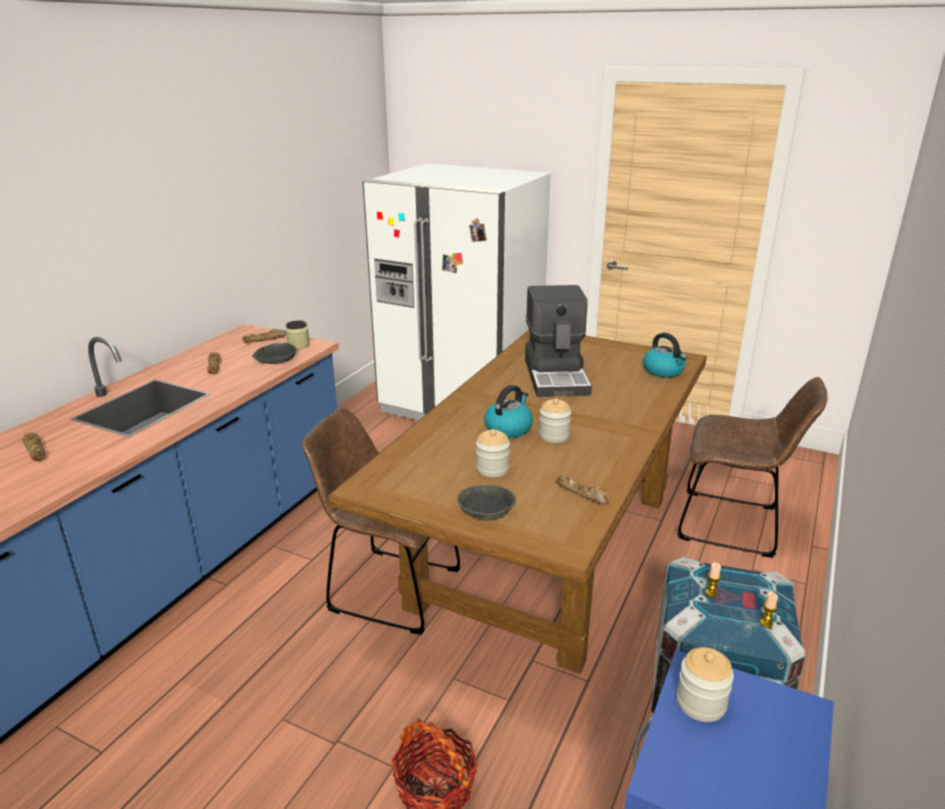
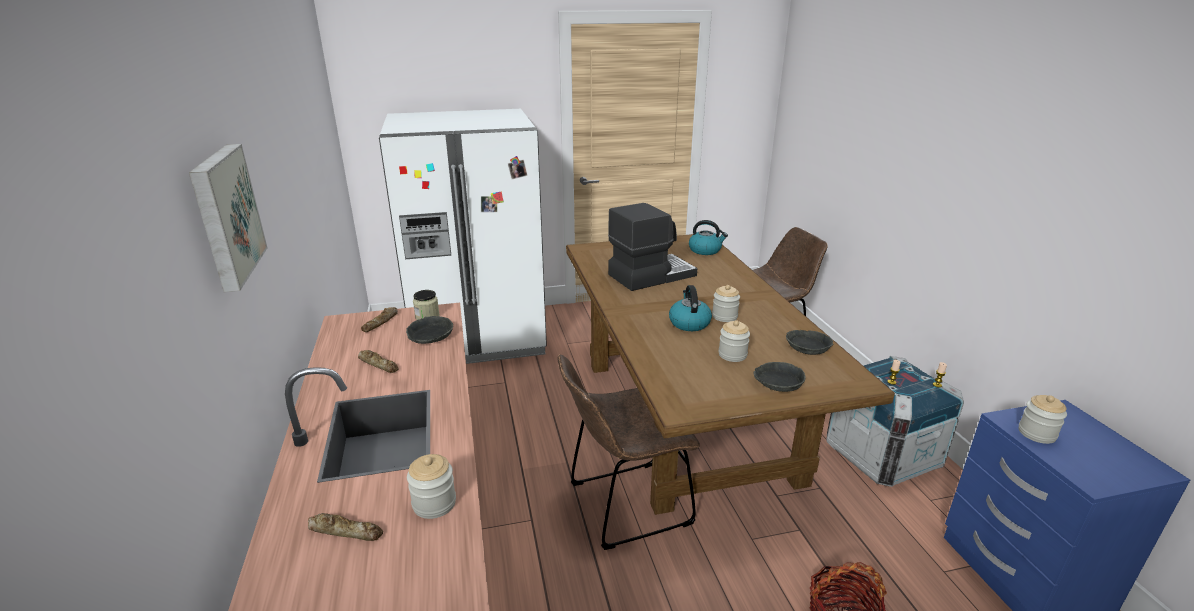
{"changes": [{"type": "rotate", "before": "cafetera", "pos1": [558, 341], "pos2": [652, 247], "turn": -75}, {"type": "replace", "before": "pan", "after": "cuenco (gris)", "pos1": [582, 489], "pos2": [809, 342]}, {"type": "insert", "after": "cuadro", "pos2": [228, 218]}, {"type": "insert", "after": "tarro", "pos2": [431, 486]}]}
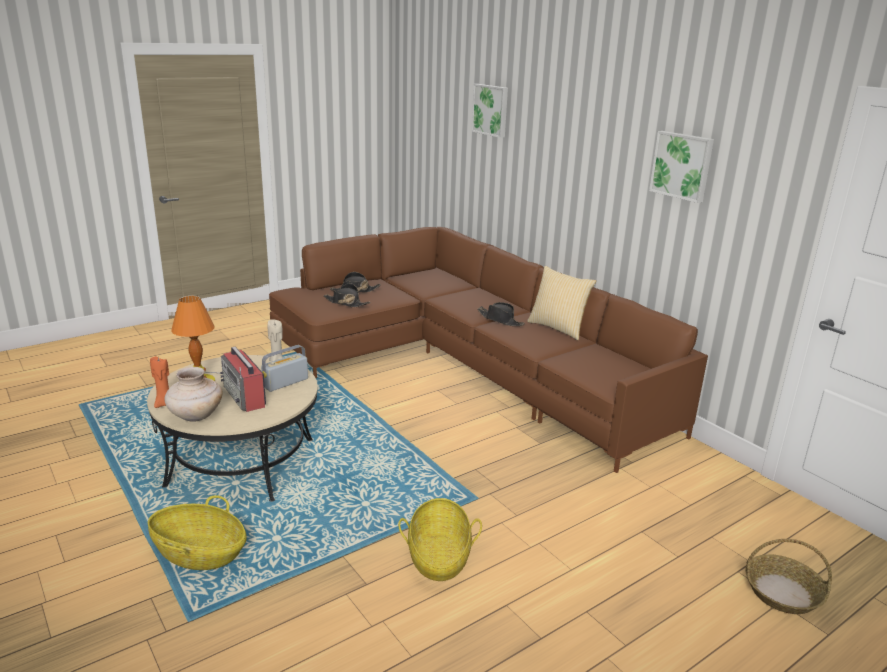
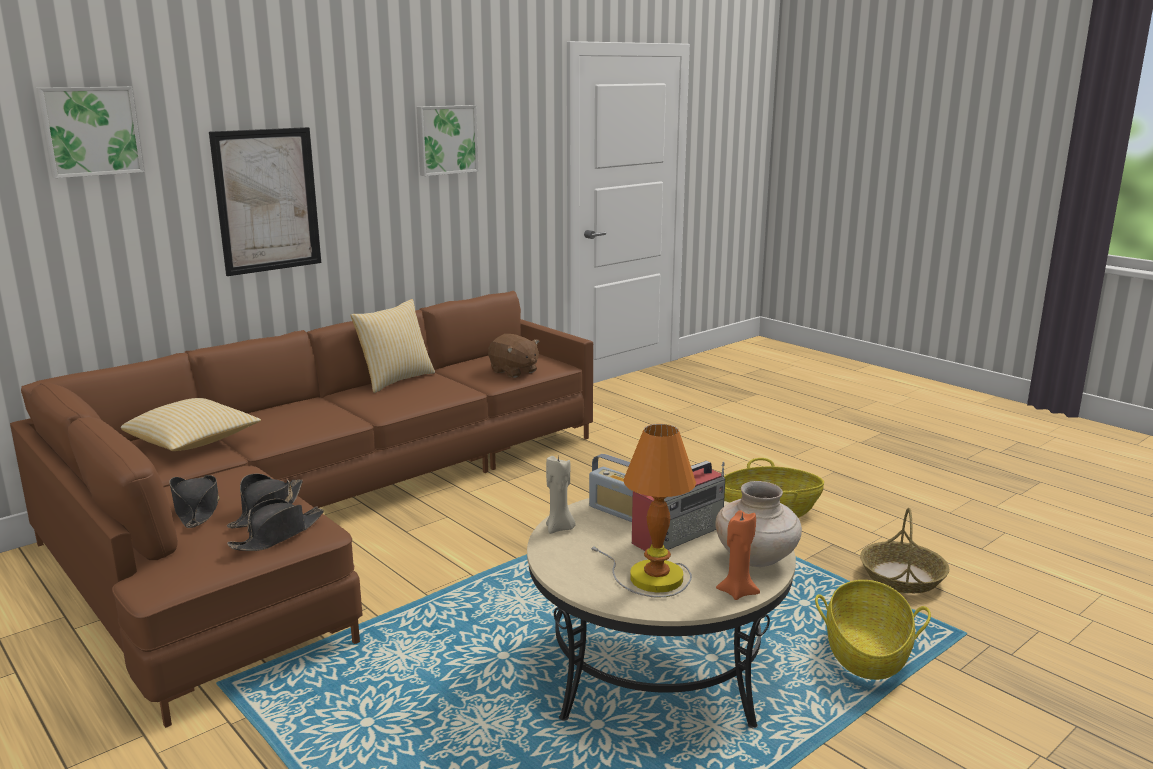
{"changes": [{"type": "move", "before": "sombrero (negro)", "pos1": [501, 314], "pos2": [275, 525]}, {"type": "move", "before": "cesta", "pos1": [788, 576], "pos2": [904, 550]}, {"type": "insert", "after": "cojín", "pos2": [191, 424]}, {"type": "insert", "after": "cuadro", "pos2": [265, 201]}, {"type": "insert", "after": "peluche (marrón)", "pos2": [513, 356]}]}
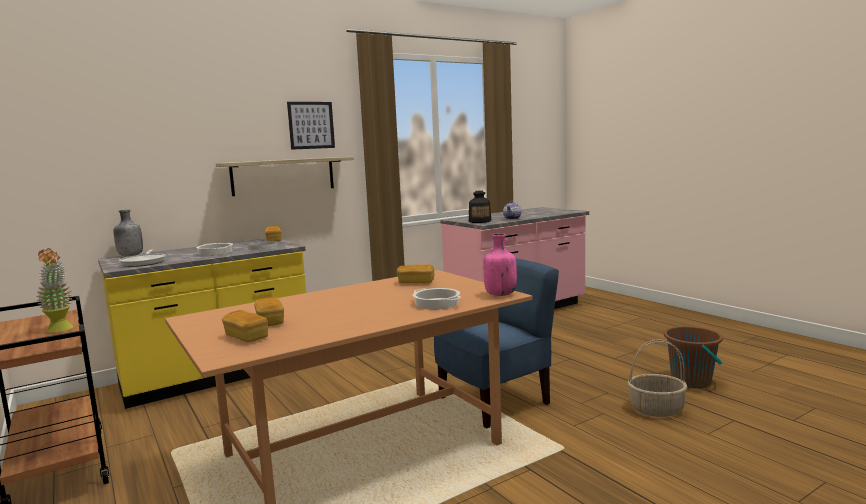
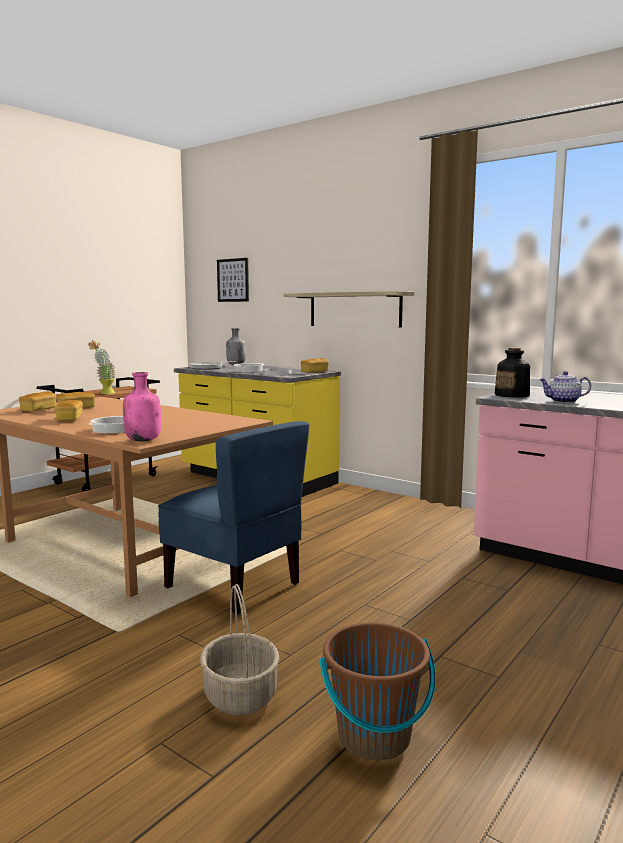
{"changes": [{"type": "move", "before": "cuadro", "pos1": [311, 126], "pos2": [233, 280]}, {"type": "move", "before": "pan", "pos1": [415, 273], "pos2": [69, 410]}]}
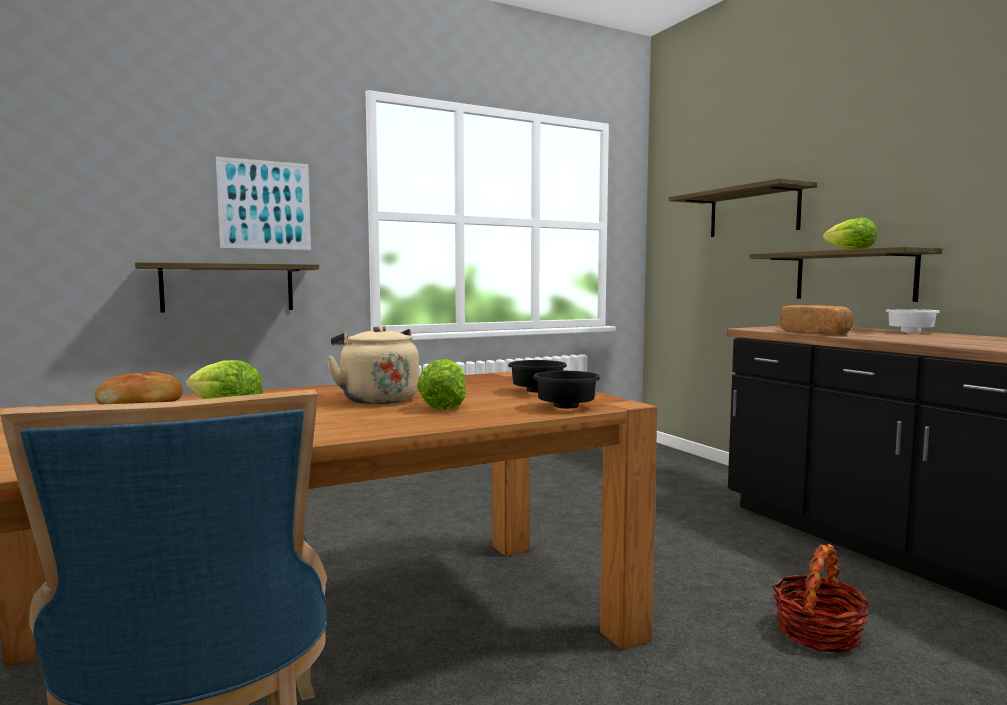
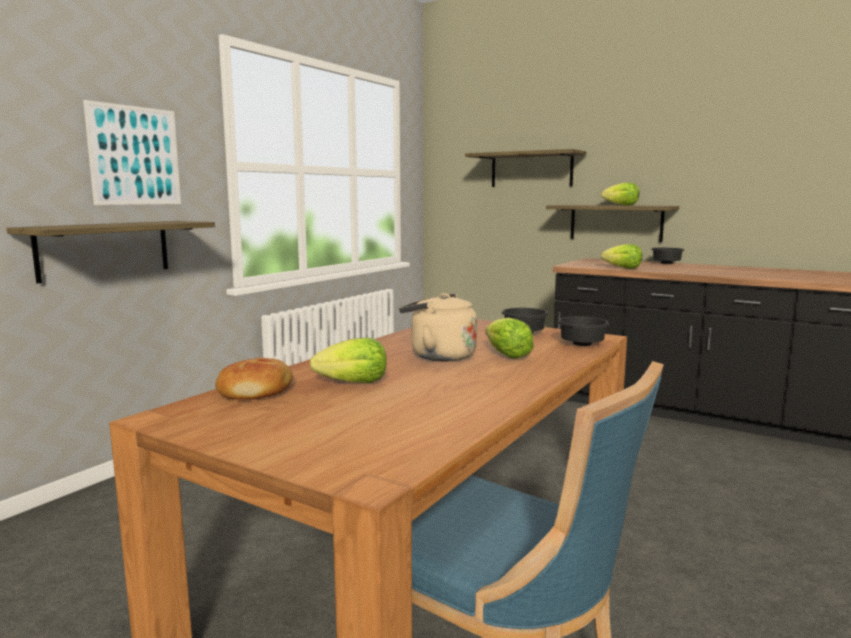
{"changes": [{"type": "delete", "before": "cesta", "pos1": [822, 598]}, {"type": "replace", "before": "pan", "after": "lechuga", "pos1": [816, 320], "pos2": [621, 256]}, {"type": "recolor", "before": "cuenco (blanco)", "after": "cuenco (negro)", "pos1": [912, 321], "pos2": [668, 256]}]}
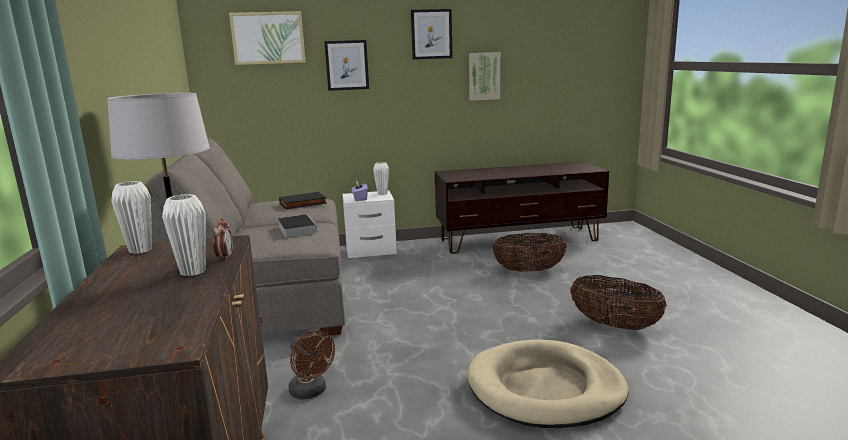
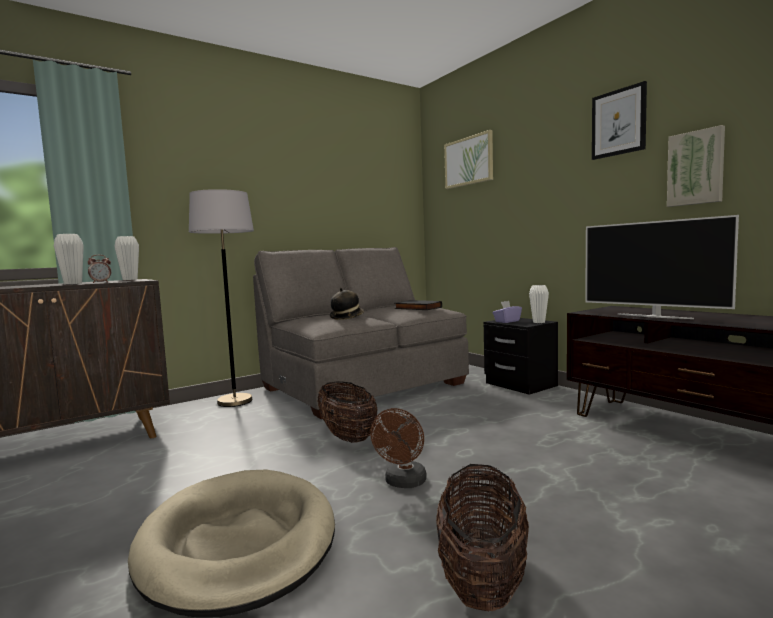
{"changes": [{"type": "replace", "before": "libro", "after": "sombrero", "pos1": [297, 225], "pos2": [347, 304]}, {"type": "move", "before": "ventilador (marrón)", "pos1": [311, 364], "pos2": [398, 448]}, {"type": "delete", "before": "cuadro", "pos1": [346, 65]}, {"type": "recolor", "before": "mesita de noche (blanco)", "after": "mesita de noche (negro)", "pos1": [370, 224], "pos2": [521, 356]}, {"type": "move", "before": "cesta", "pos1": [529, 252], "pos2": [347, 412]}, {"type": "insert", "after": "televisor", "pos2": [662, 267]}]}
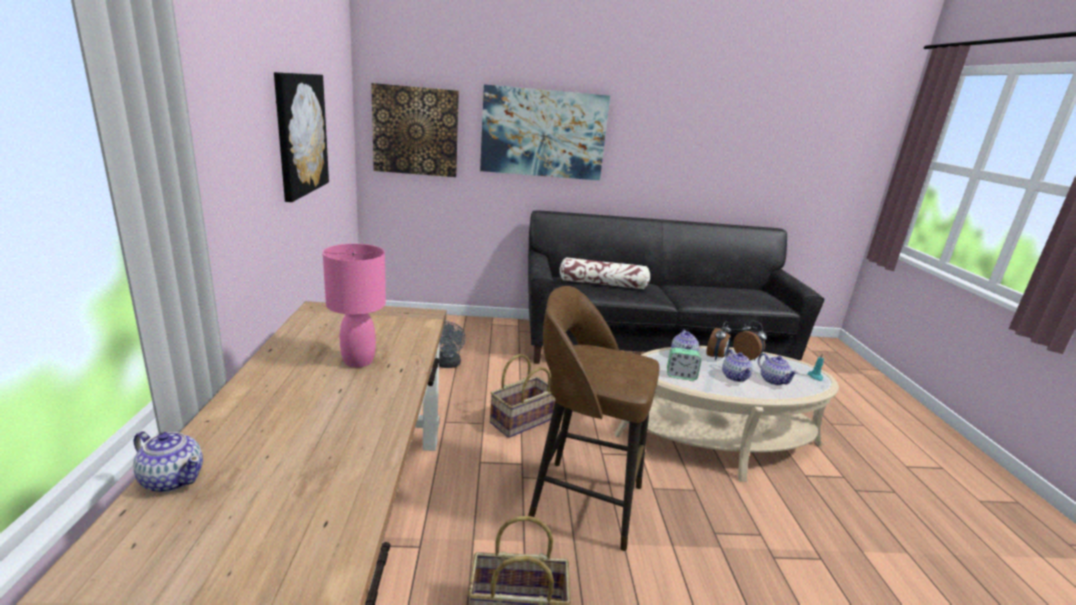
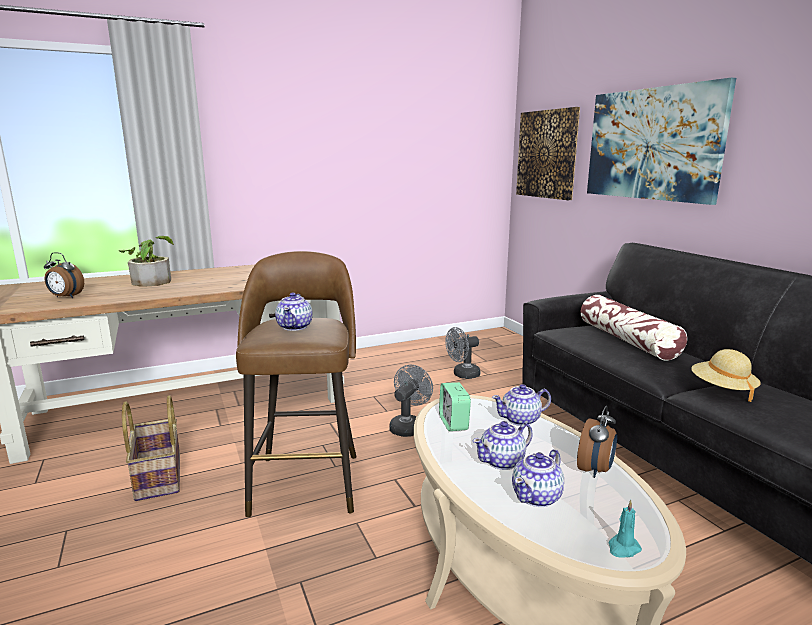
{"changes": [{"type": "move", "before": "tetera", "pos1": [168, 461], "pos2": [294, 312]}, {"type": "delete", "before": "cuadro", "pos1": [301, 137]}, {"type": "delete", "before": "lámpara de mesa (rosa)", "pos1": [354, 306]}, {"type": "replace", "before": "cesta", "after": "ventilador (gris)", "pos1": [522, 396], "pos2": [411, 401]}, {"type": "move", "before": "despertador", "pos1": [718, 340], "pos2": [64, 275]}, {"type": "insert", "after": "planta en maceta", "pos2": [146, 261]}, {"type": "insert", "after": "sombrero (beis)", "pos2": [726, 375]}]}
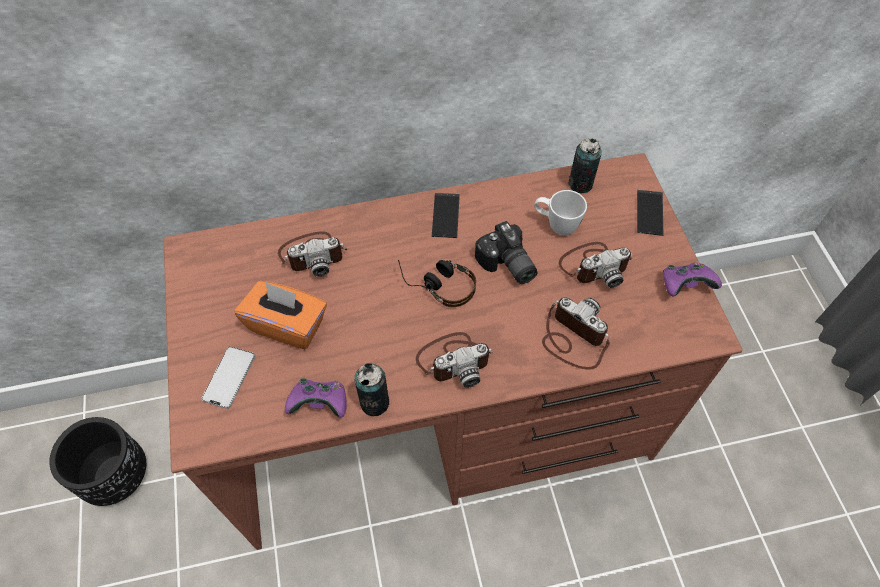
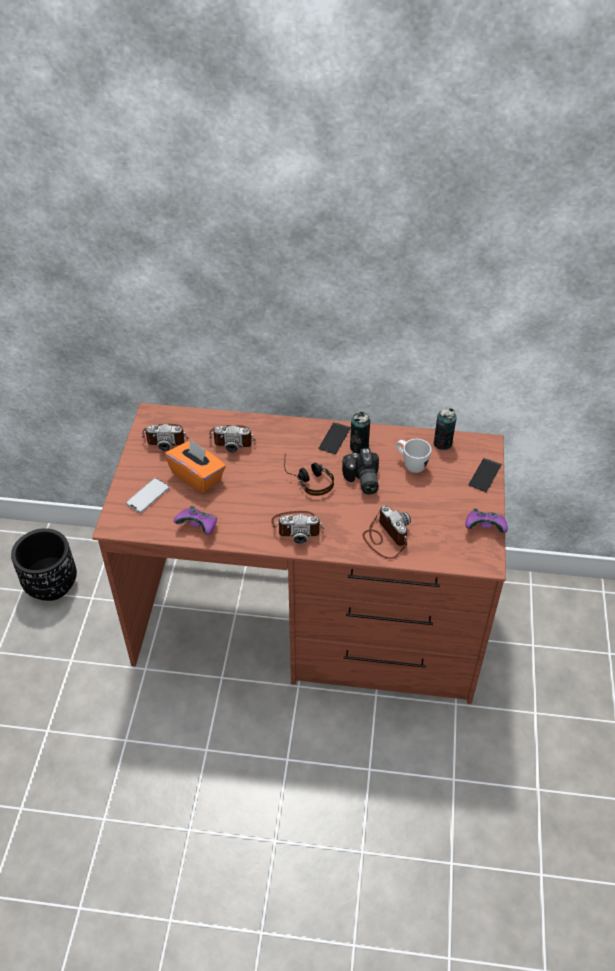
{"changes": [{"type": "move", "before": "lata", "pos1": [371, 389], "pos2": [360, 432]}, {"type": "move", "before": "cámara", "pos1": [596, 265], "pos2": [165, 437]}]}
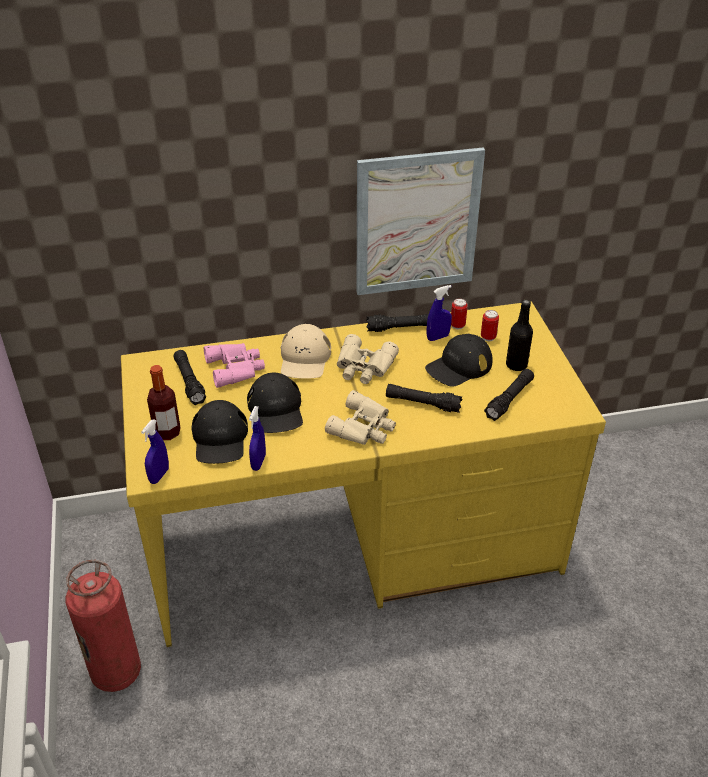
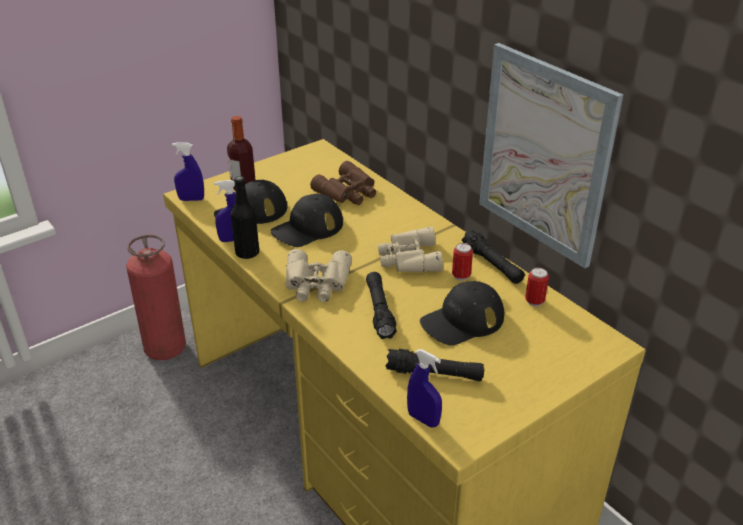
{"changes": [{"type": "delete", "before": "linterna (negro)", "pos1": [190, 377]}, {"type": "recolor", "before": "prismáticos (rosa)", "after": "prismáticos (marrón)", "pos1": [234, 365], "pos2": [343, 183]}, {"type": "delete", "before": "gorra (beis)", "pos1": [306, 351]}, {"type": "rotate", "before": "gorra (negro)", "pos1": [459, 360], "pos2": [462, 313], "turn": -60}, {"type": "move", "before": "pulverizador (azul)", "pos1": [439, 313], "pos2": [424, 388]}, {"type": "move", "before": "lata", "pos1": [490, 325], "pos2": [462, 262]}, {"type": "move", "before": "botella (negro)", "pos1": [519, 335], "pos2": [245, 217]}]}
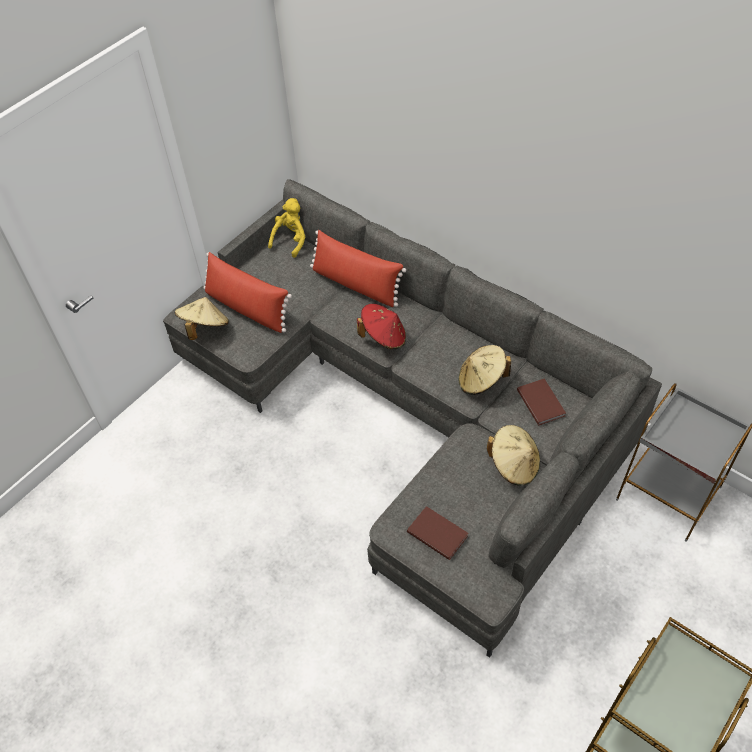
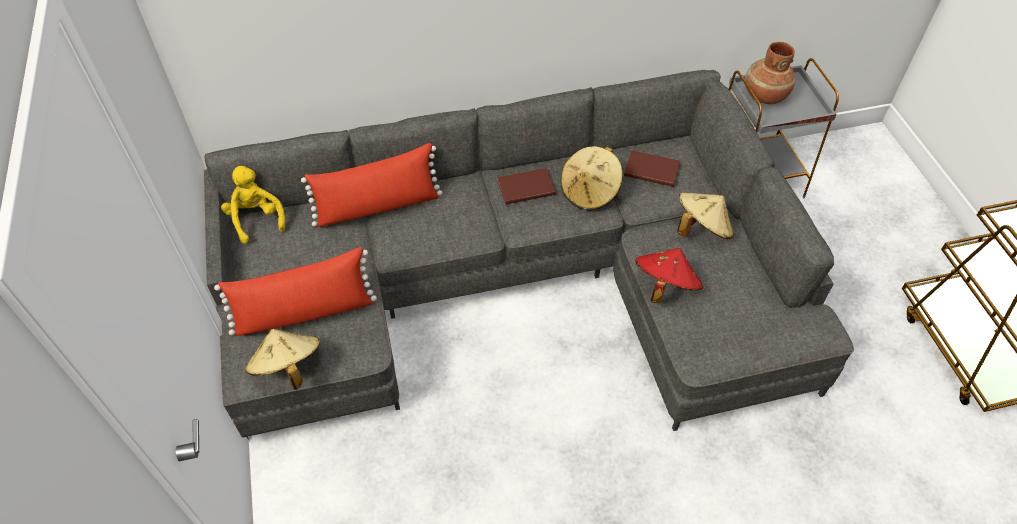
{"changes": [{"type": "move", "before": "sombrero (rojo)", "pos1": [381, 326], "pos2": [669, 275]}, {"type": "move", "before": "libro (marrón)", "pos1": [437, 533], "pos2": [526, 186]}, {"type": "insert", "after": "florero (marrón)", "pos2": [770, 73]}]}
